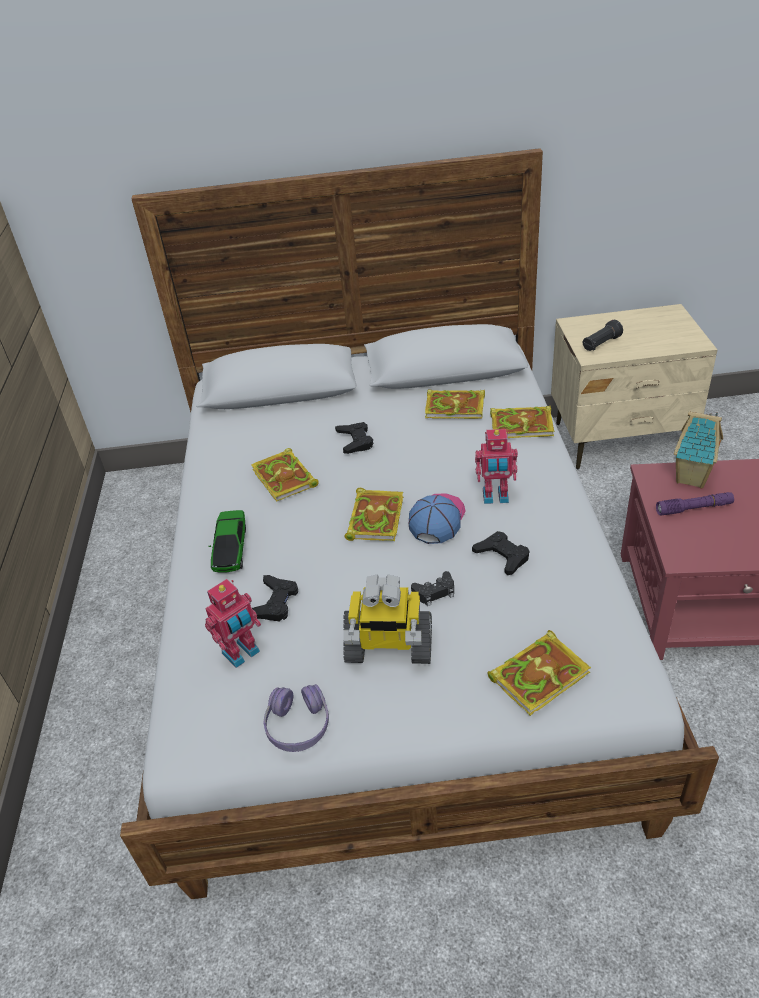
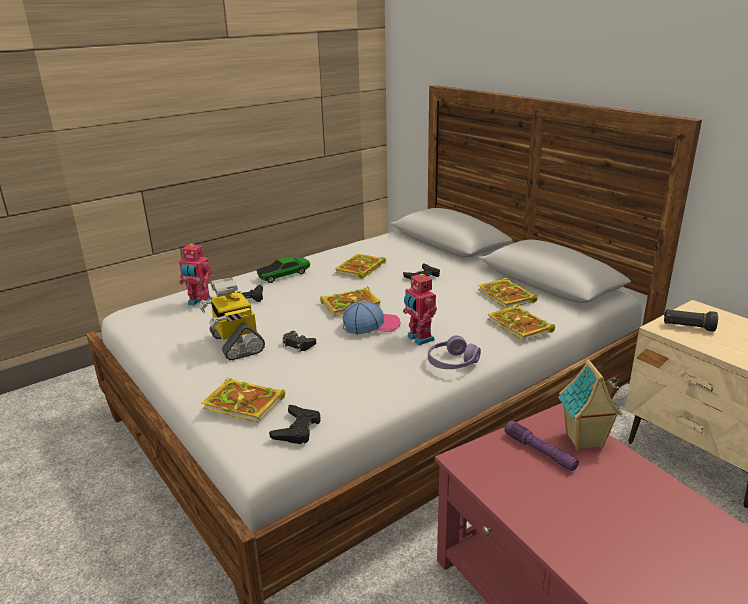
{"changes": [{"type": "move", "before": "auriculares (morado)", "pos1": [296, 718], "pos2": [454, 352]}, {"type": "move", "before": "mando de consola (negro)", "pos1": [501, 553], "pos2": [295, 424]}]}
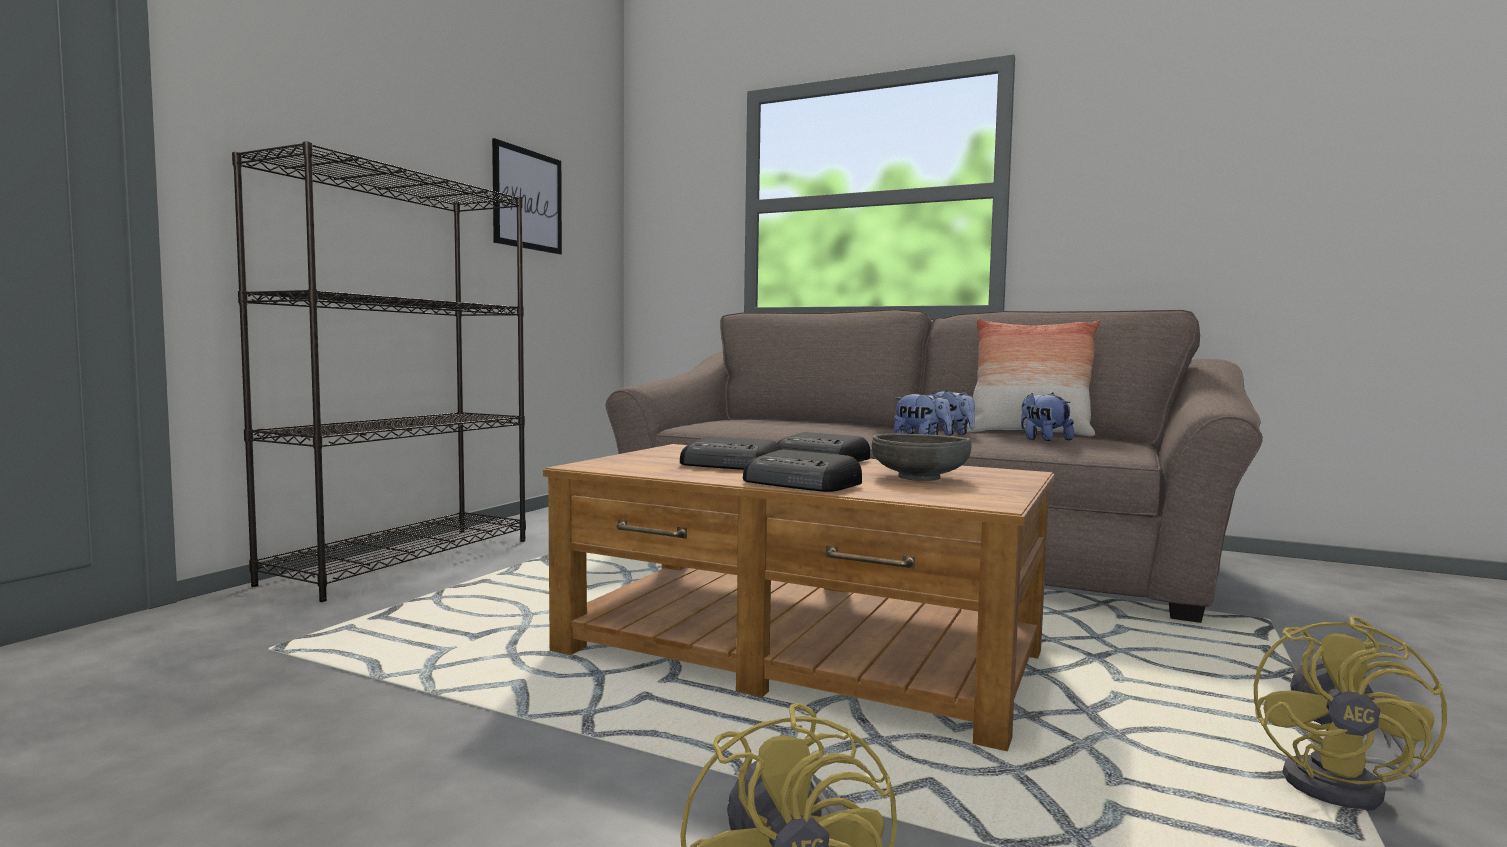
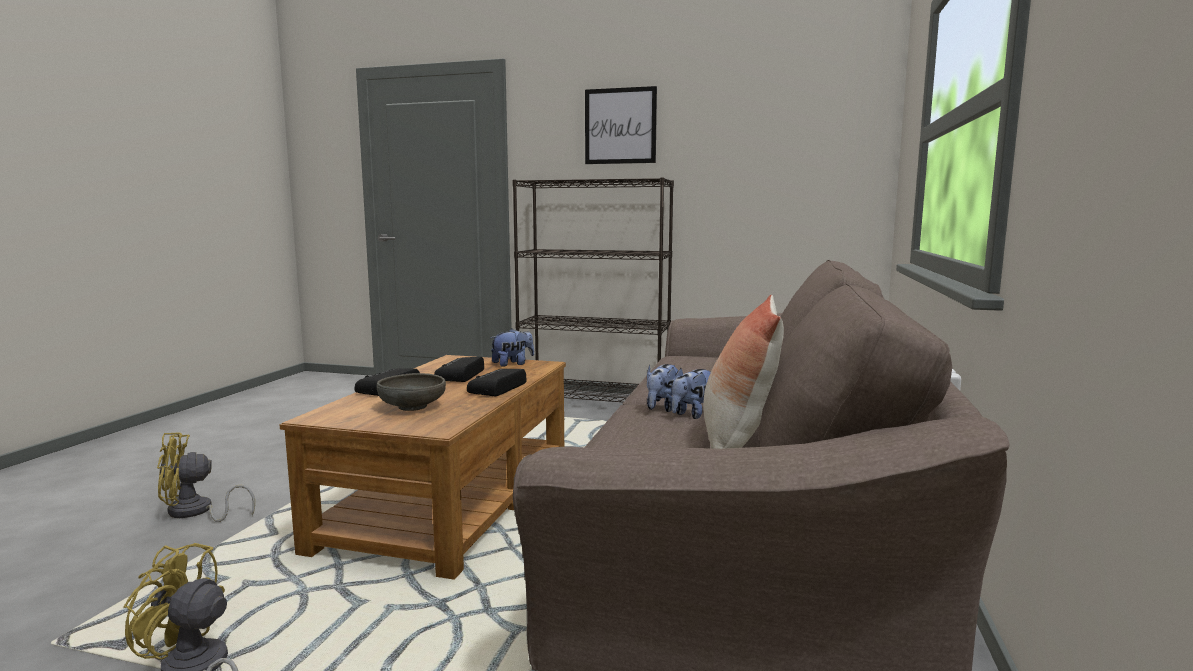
{"changes": [{"type": "move", "before": "cuadro", "pos1": [527, 196], "pos2": [621, 125]}, {"type": "move", "before": "peluche", "pos1": [1047, 417], "pos2": [512, 348]}]}
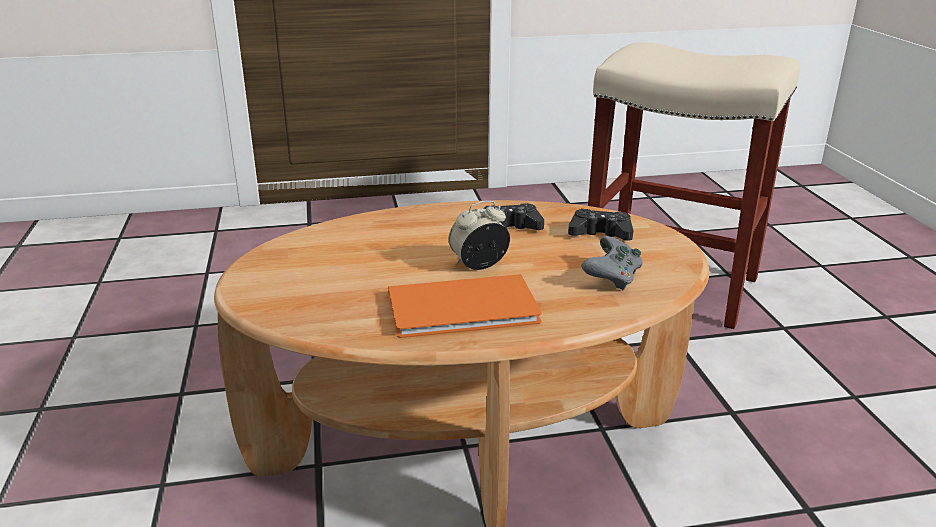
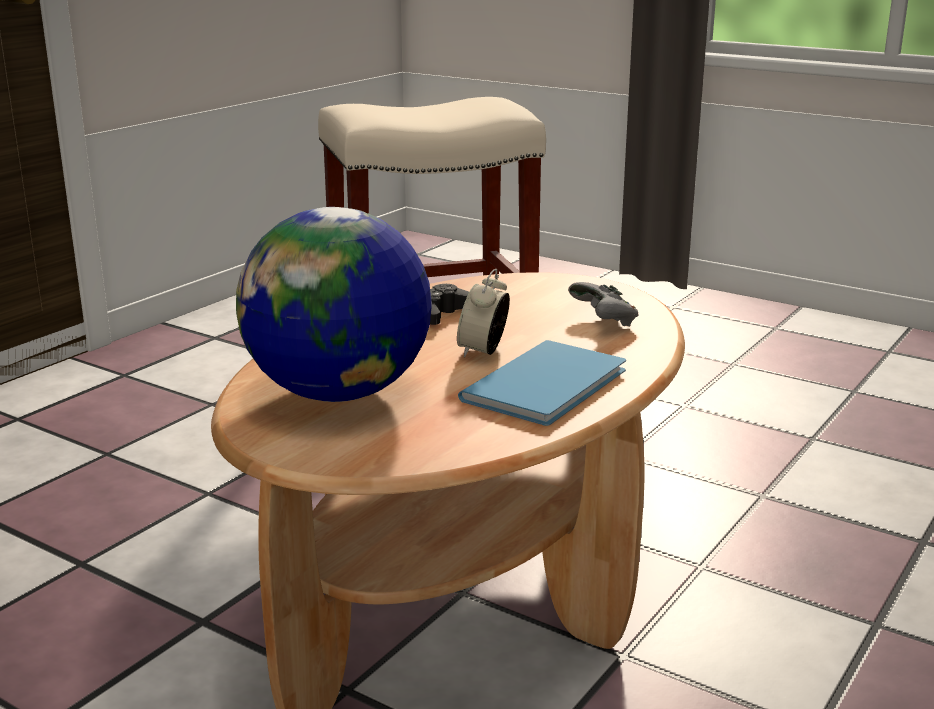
{"changes": [{"type": "recolor", "before": "libro (naranja)", "after": "libro (azul)", "pos1": [465, 306], "pos2": [542, 383]}, {"type": "delete", "before": "mando de consola (negro)", "pos1": [600, 225]}, {"type": "insert", "after": "globo terráqueo", "pos2": [334, 304]}]}
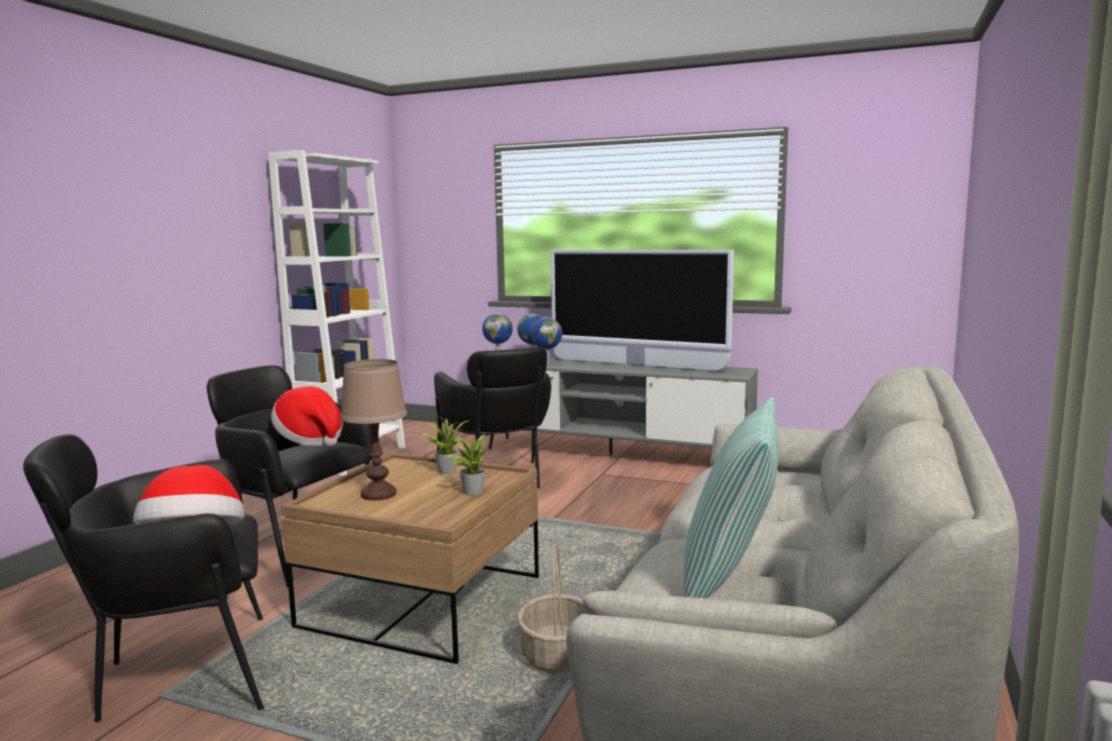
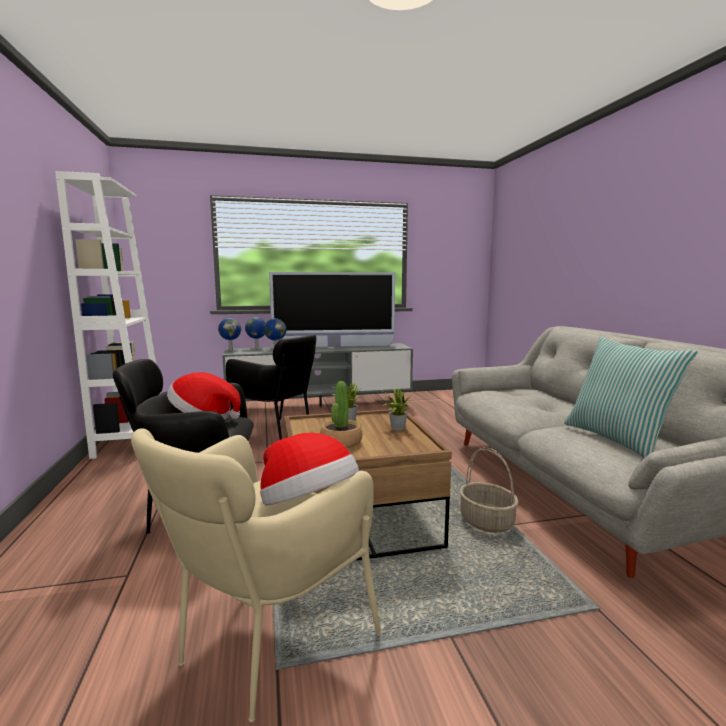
{"changes": [{"type": "recolor", "before": "sillón (negro)", "after": "sillón (beis)", "pos1": [144, 578], "pos2": [256, 575]}, {"type": "replace", "before": "lámpara de mesa (marrón)", "after": "planta en maceta", "pos1": [373, 430], "pos2": [341, 414]}]}
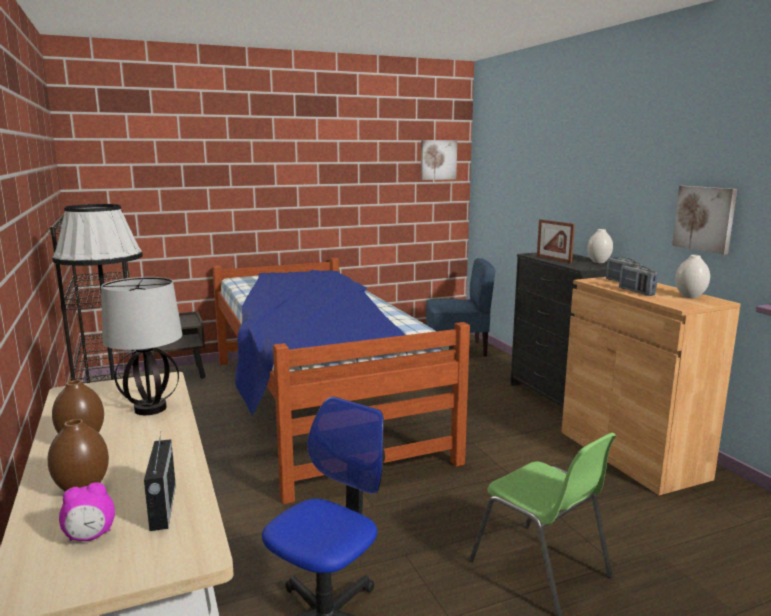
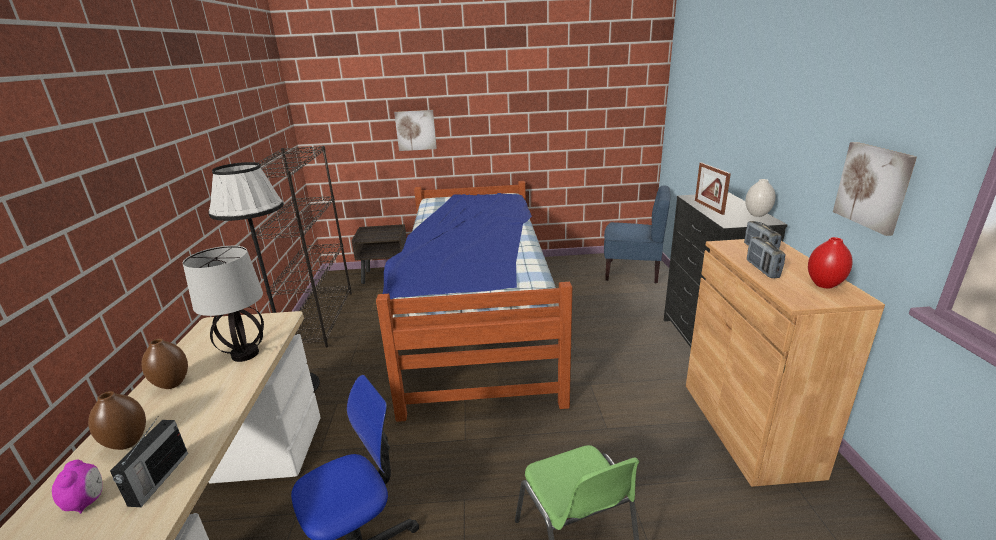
{"changes": [{"type": "rotate", "before": "despertador", "pos1": [87, 511], "pos2": [77, 487], "turn": -105}, {"type": "move", "before": "cuadro", "pos1": [439, 160], "pos2": [415, 130]}, {"type": "recolor", "before": "florero (blanco)", "after": "florero (rojo)", "pos1": [692, 277], "pos2": [830, 262]}]}
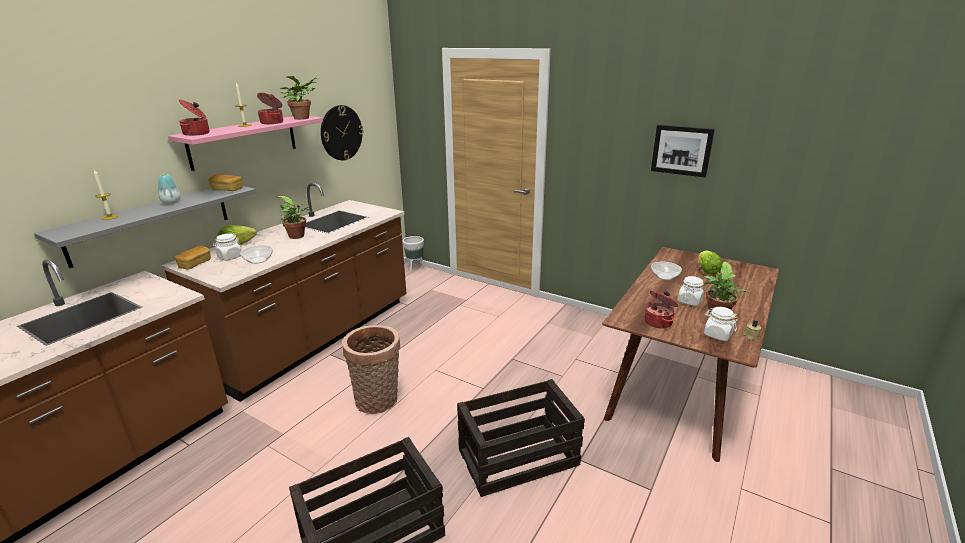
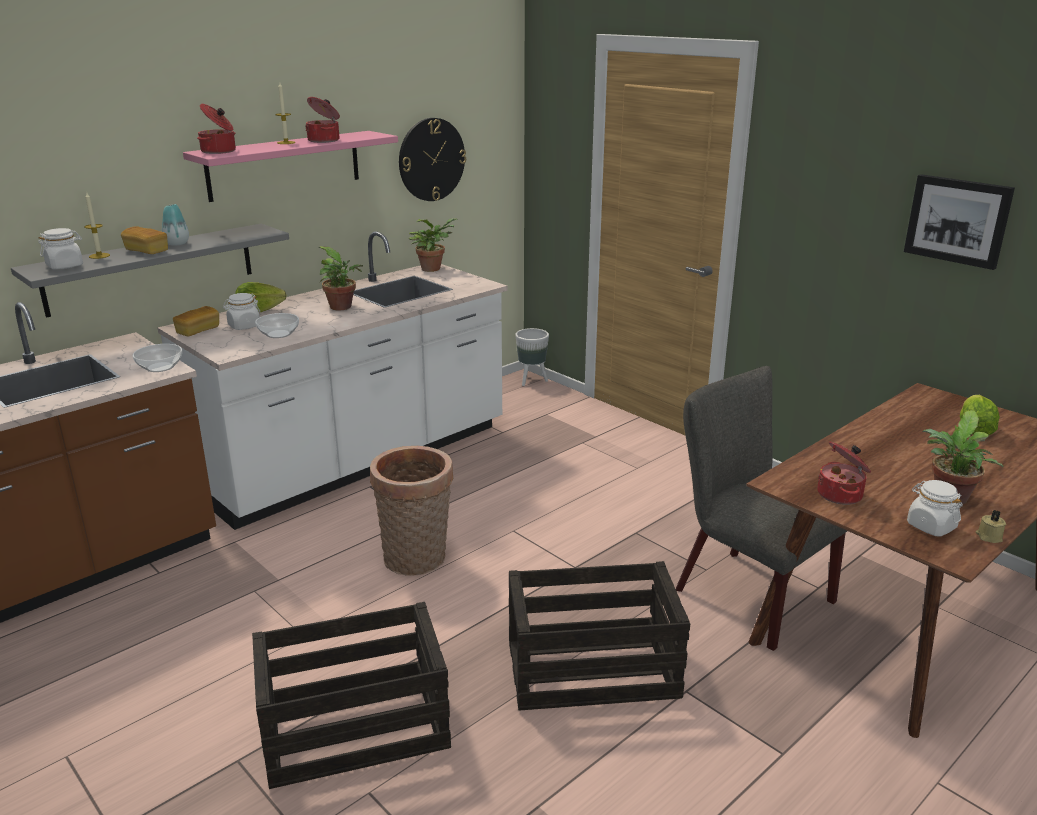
{"changes": [{"type": "recolor", "before": "mueble bajo de cocina (marrón)", "after": "mueble bajo de cocina (blanco)", "pos1": [284, 292], "pos2": [332, 380]}, {"type": "move", "before": "pan", "pos1": [225, 182], "pos2": [144, 240]}, {"type": "move", "before": "planta en maceta", "pos1": [299, 98], "pos2": [433, 245]}, {"type": "move", "before": "cuenco", "pos1": [666, 271], "pos2": [157, 358]}, {"type": "move", "before": "tarro (blanco)", "pos1": [691, 291], "pos2": [60, 248]}, {"type": "insert", "after": "silla (gris)", "pos2": [761, 508]}]}
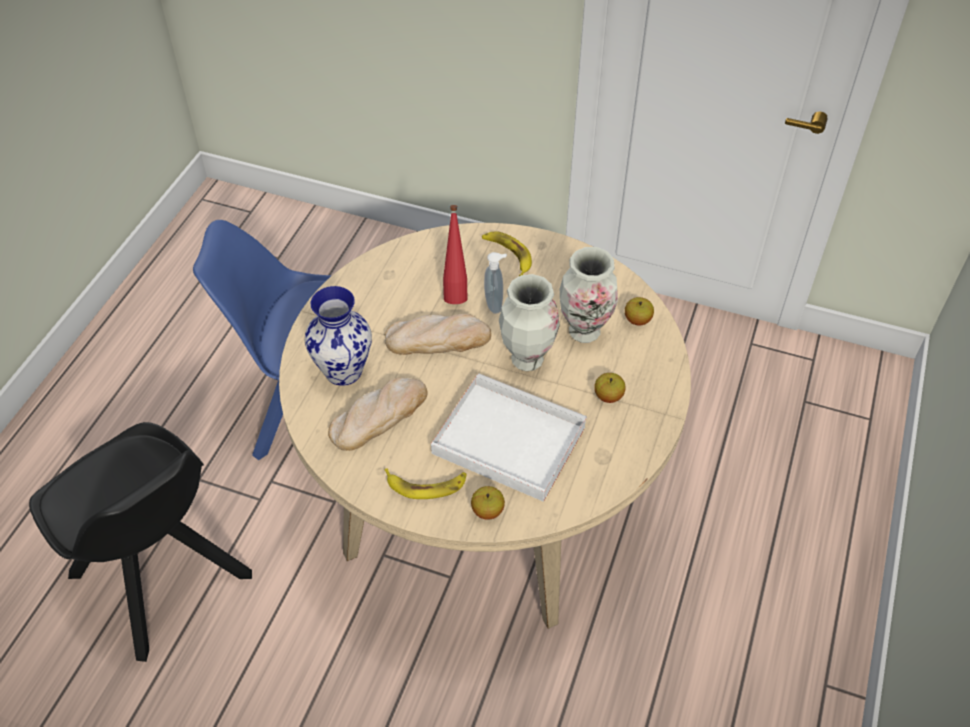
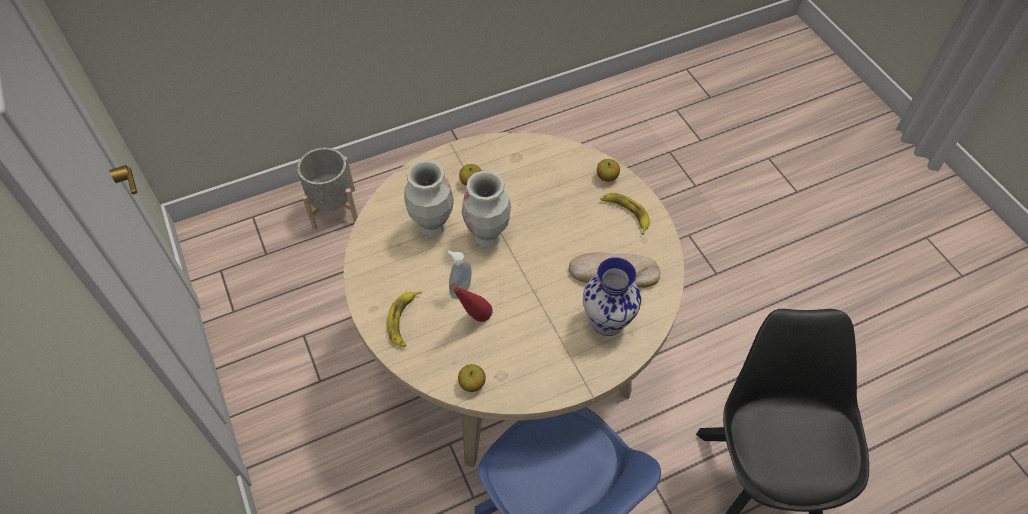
{"changes": [{"type": "delete", "before": "pan", "pos1": [438, 334]}, {"type": "delete", "before": "bandeja (blanco)", "pos1": [509, 437]}, {"type": "move", "before": "manzana", "pos1": [639, 311], "pos2": [472, 378]}, {"type": "insert", "after": "maceta (gris)", "pos2": [327, 189]}]}
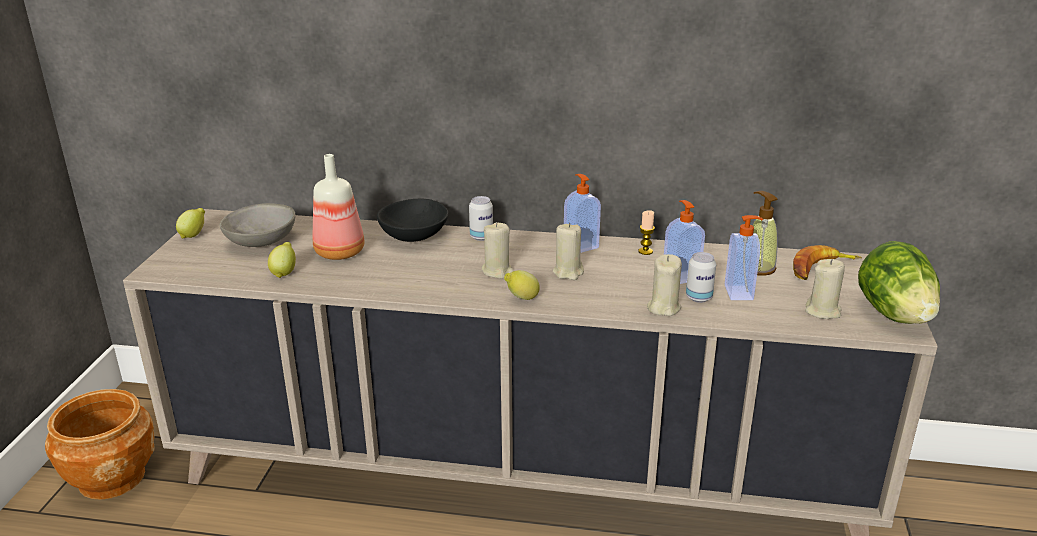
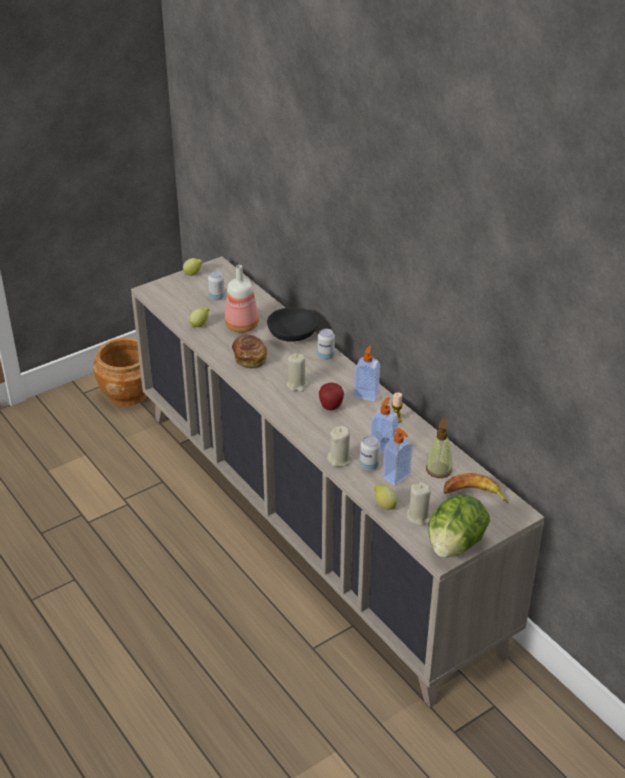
{"changes": [{"type": "replace", "before": "cuenco (gris)", "after": "lata", "pos1": [258, 225], "pos2": [216, 285]}, {"type": "move", "before": "limón", "pos1": [522, 285], "pos2": [386, 497]}, {"type": "replace", "before": "vela (beis)", "after": "manzana", "pos1": [568, 251], "pos2": [331, 396]}, {"type": "insert", "after": "pan", "pos2": [249, 352]}]}
